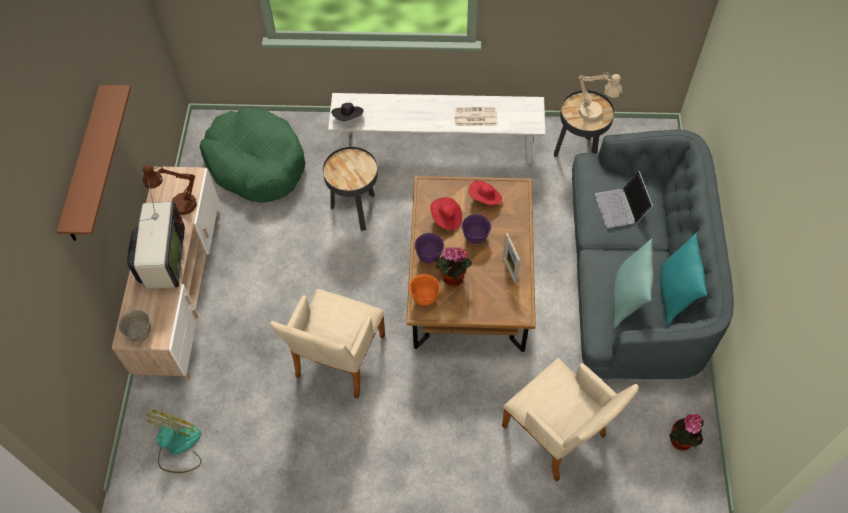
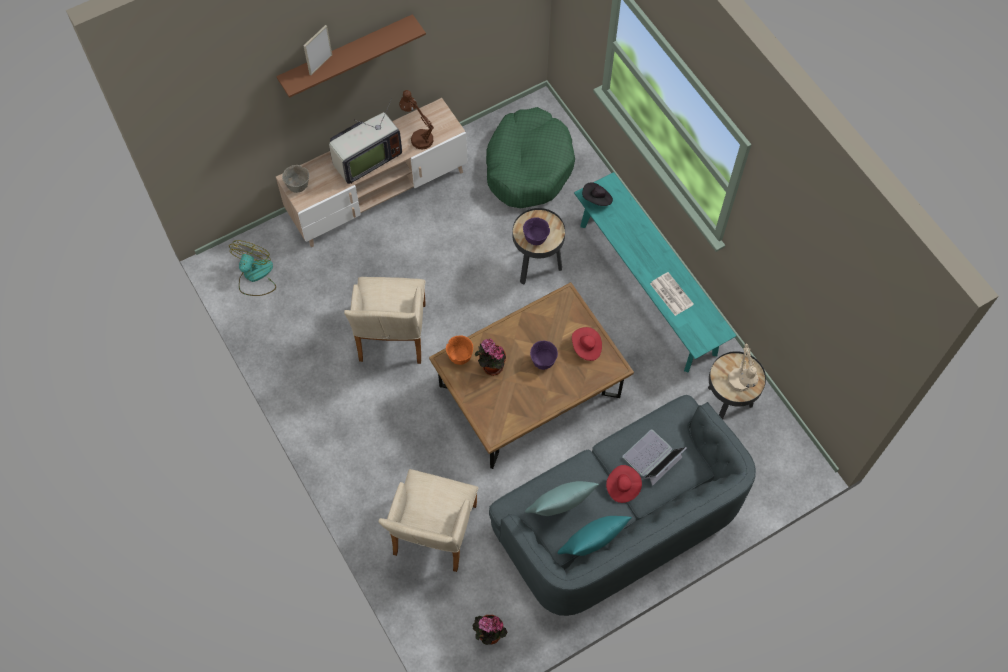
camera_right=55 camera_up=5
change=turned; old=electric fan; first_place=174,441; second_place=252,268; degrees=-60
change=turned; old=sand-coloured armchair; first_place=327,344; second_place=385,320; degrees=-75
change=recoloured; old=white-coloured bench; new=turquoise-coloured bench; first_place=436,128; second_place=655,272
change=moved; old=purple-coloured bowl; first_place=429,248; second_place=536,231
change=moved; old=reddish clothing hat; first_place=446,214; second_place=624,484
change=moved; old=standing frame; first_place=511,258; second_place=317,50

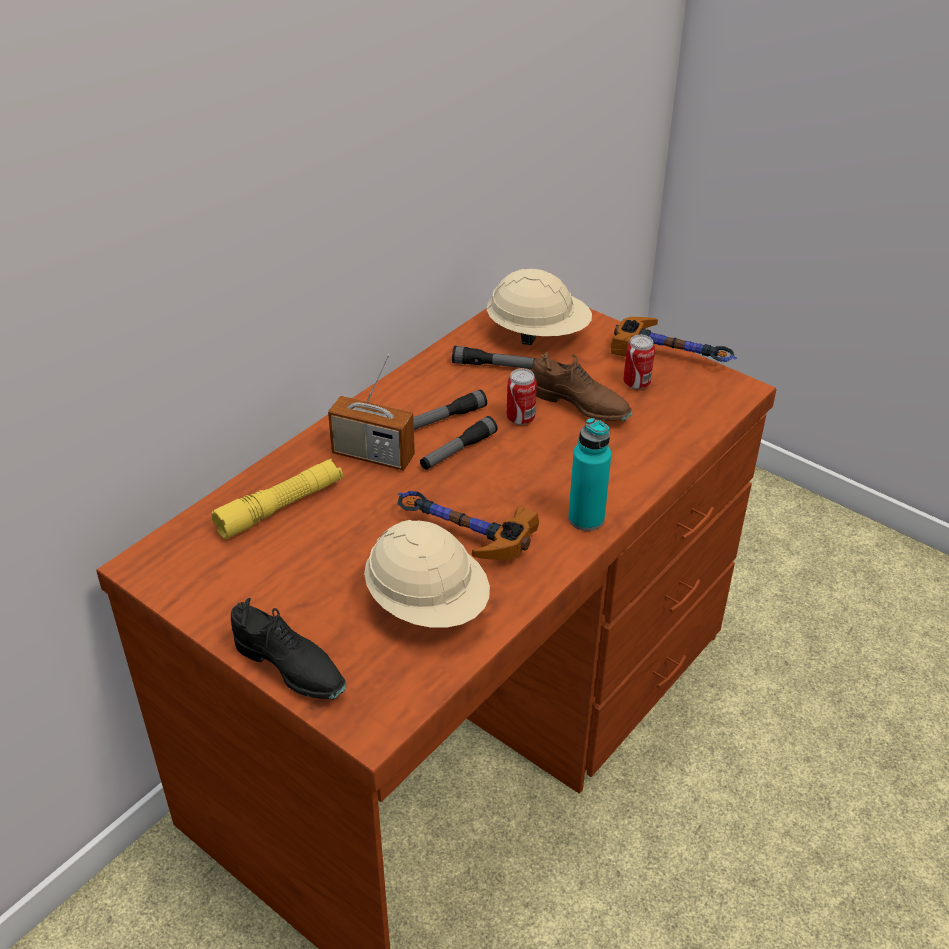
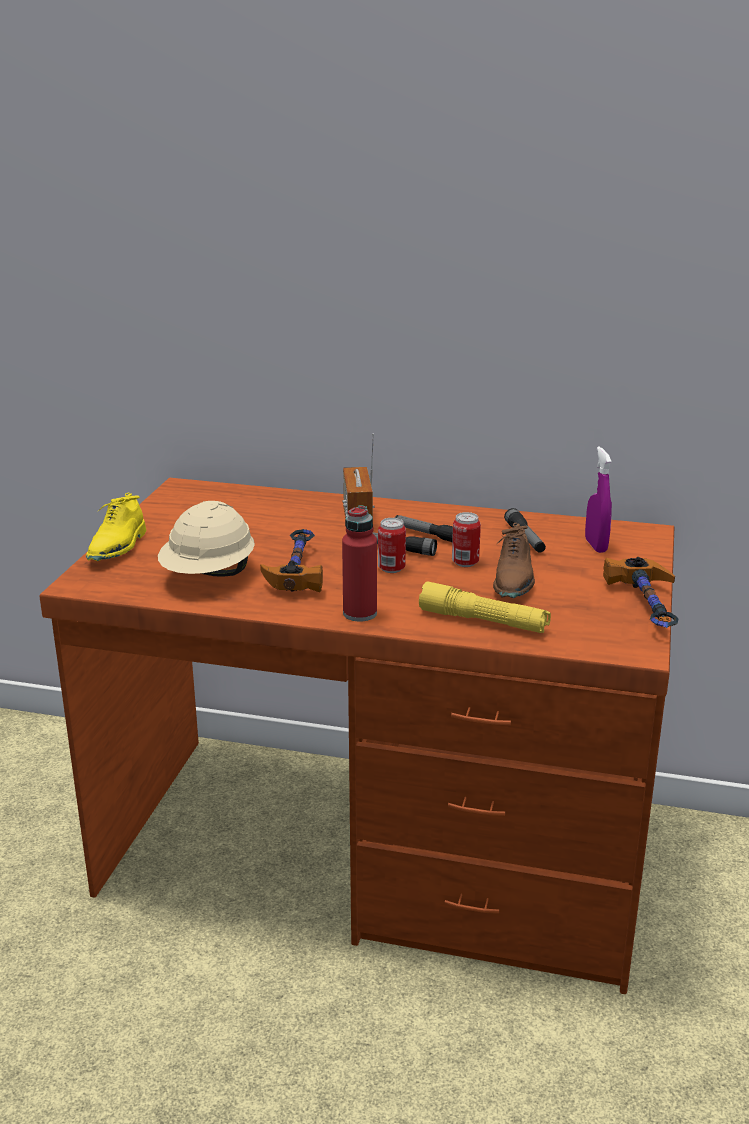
camera_right=65 camera_up=-15
change=moved; old=yellow torch; first_place=277,499; second_place=485,607
change=recoloured; old=black-coloured item of footwear; new=yellow item of footwear; first_place=288,648; second_place=116,527
change=replaced; old=sand-coloured work helmet; new=purple-coloured spray bottle; first_place=539,307; second_place=598,499
change=recoloured; old=turquoise-coloured drink bottle; new=reddish drink bottle; first_place=589,474; second_place=359,563
change=moved; old=can; first_place=639,362; second_place=392,545

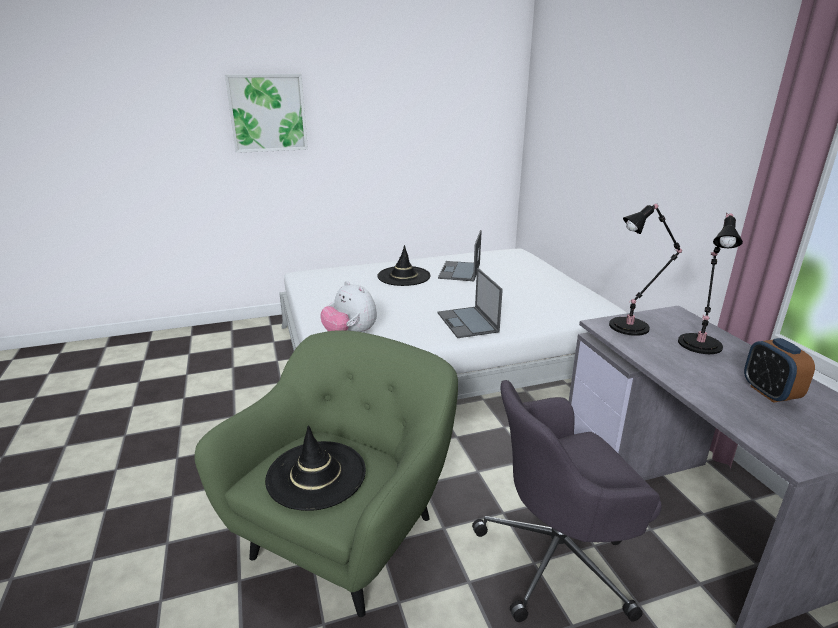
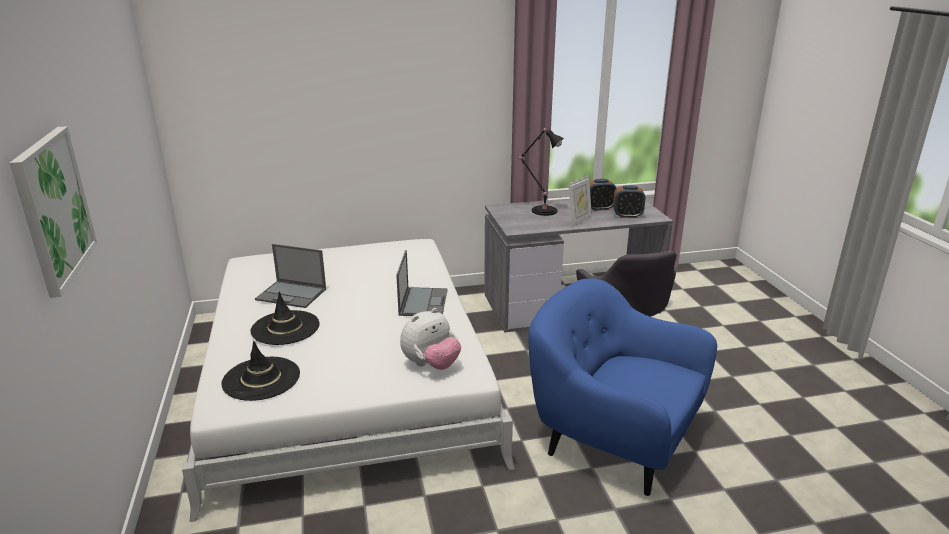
camera_right=-85 camera_up=0
change=recoloured; old=green-coloured armchair; new=blue armchair; first_place=326,473; second_place=622,387
change=moved; old=black-coloured clothing hat; first_place=315,468; second_place=261,371
change=turned; old=portable computer; first_place=470,303; second_place=422,283; degrees=-75
change=removed; old=black-coloured tabletop lamp; first_place=645,269
change=added; new=standing frame; second_place=580,201
change=added; new=table clock; second_place=629,201

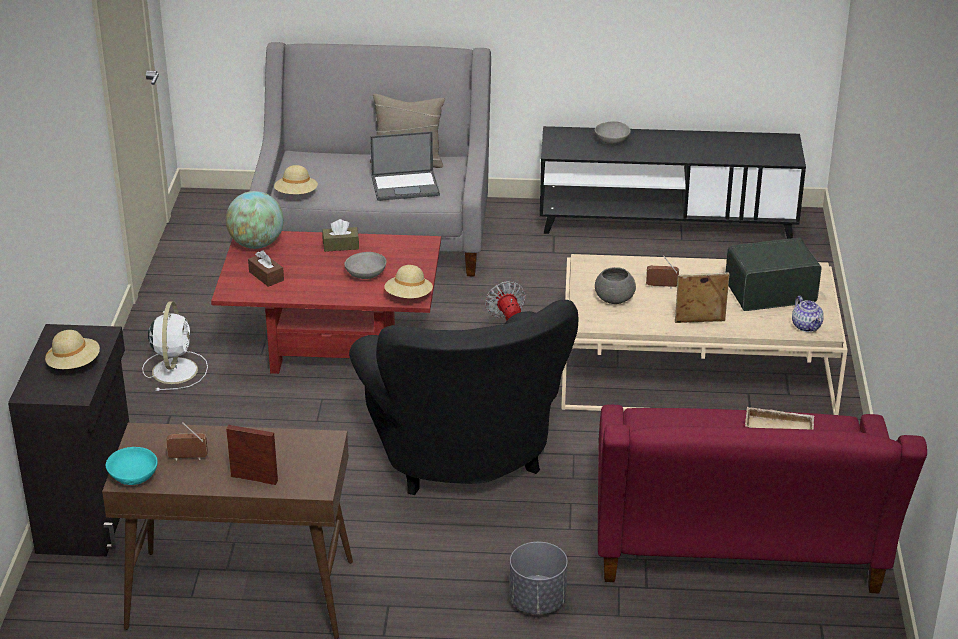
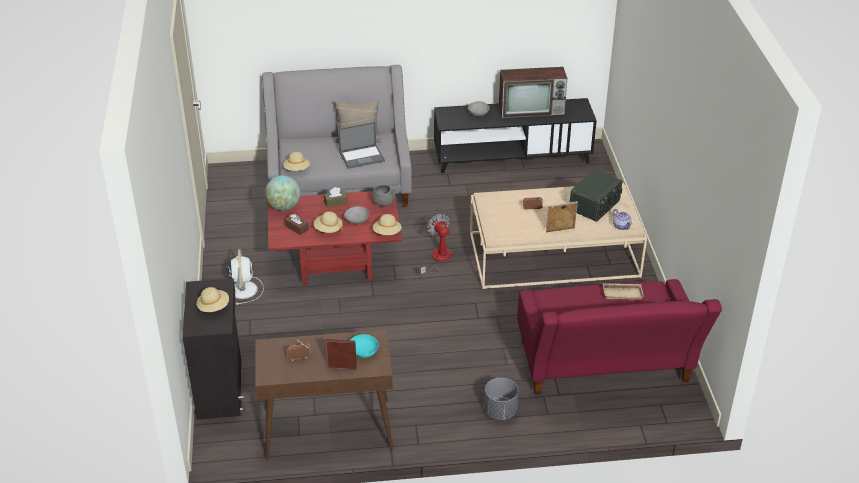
camera_right=-10 camera_up=5
change=moved; old=turquoise-coloured bowl; first_place=132,466; second_place=365,346
change=removed; old=black-coloured armchair; first_place=464,397
change=moved; old=grey bowl; first_place=615,285; second_place=383,196
change=turned; old=radio; first_place=774,274; second_place=596,195; degrees=150
change=added; new=sand-coloured clothing hat; second_place=328,222
change=added; new=television; second_place=533,92

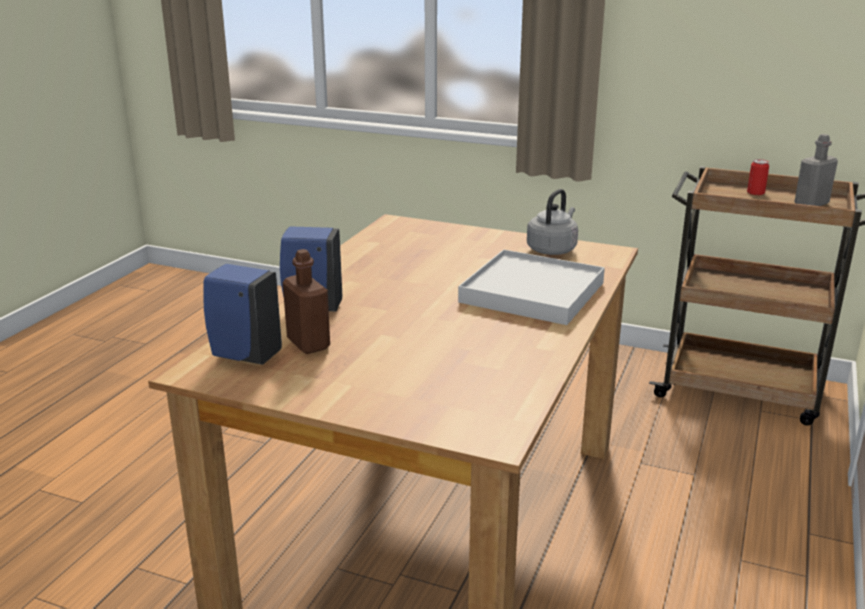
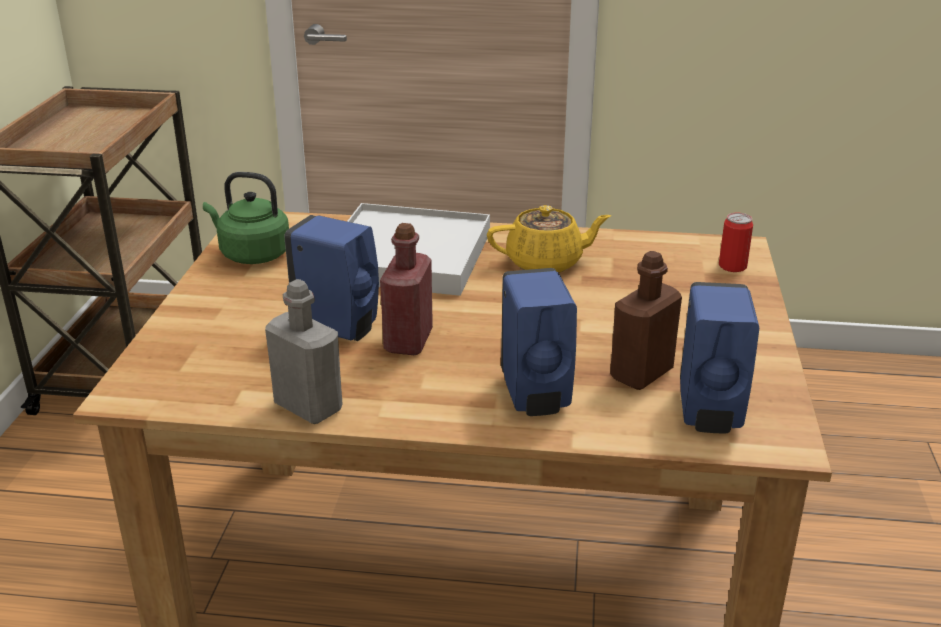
camera_right=-105 camera_up=5
change=recoloured; old=grey water kettle; new=green-coloured water kettle; first_place=552,222; second_place=246,218
change=moved; old=can; first_place=758,177; second_place=736,242
change=moved; old=grey drink bottle; first_place=816,170; second_place=303,351
change=added; new=blue liquid soap bottle; second_place=331,278
change=added; new=reddish drink bottle; second_place=406,289
change=added; new=yellow pot for tea; second_place=549,239

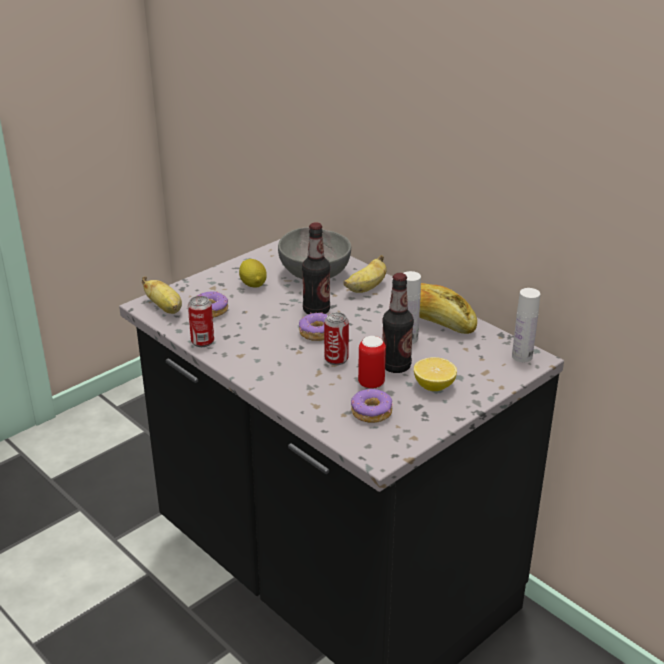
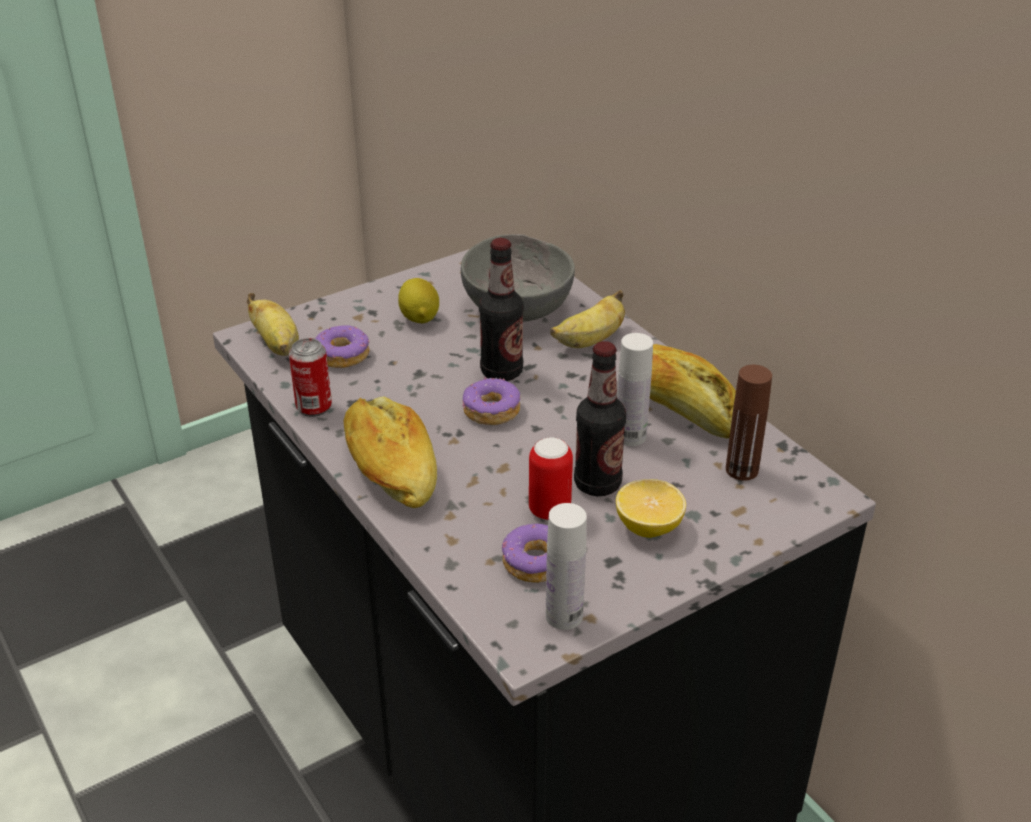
camera_right=10 camera_up=5
change=removed; old=can; first_place=336,338
change=moved; old=white-coloured drink bottle; first_place=526,325; second_place=566,566
change=added; new=bread; second_place=390,452
change=added; new=brown drink bottle; second_place=749,423

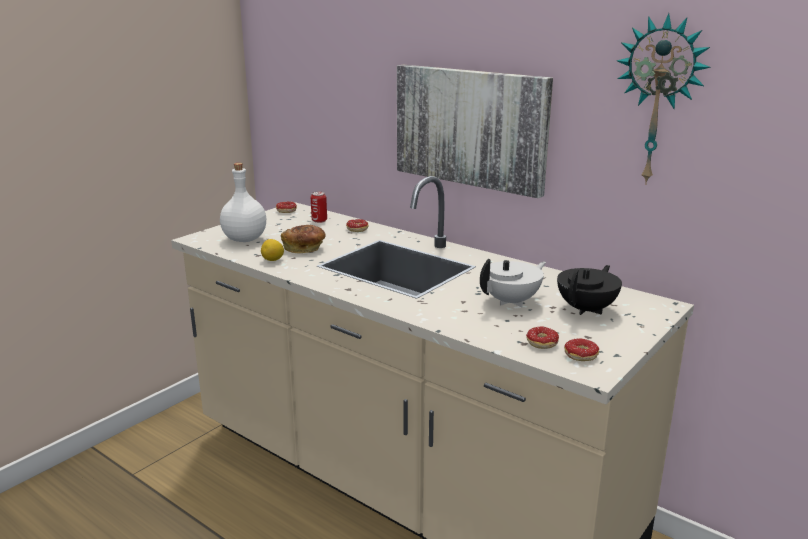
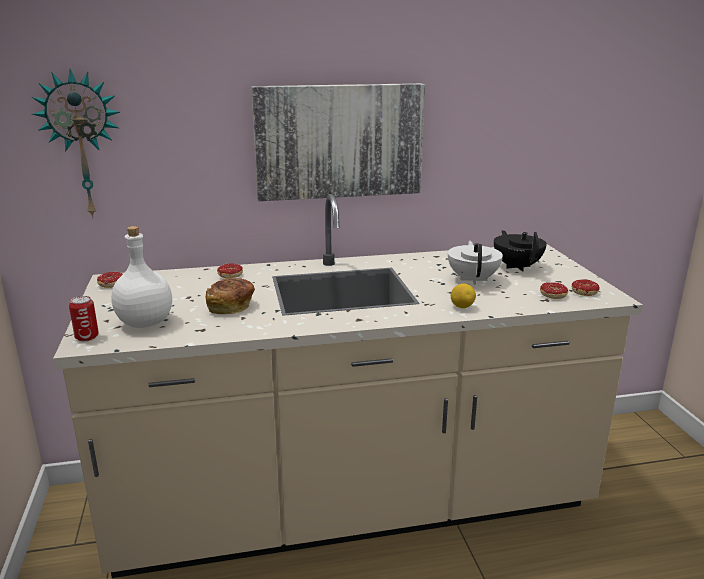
camera_right=-50 camera_up=0
change=moved; old=whole lemon; first_place=272,250; second_place=463,296
change=moved; old=can; first_place=319,207; second_place=84,318
change=moved; old=wall clock; first_place=664,99; second_place=76,144

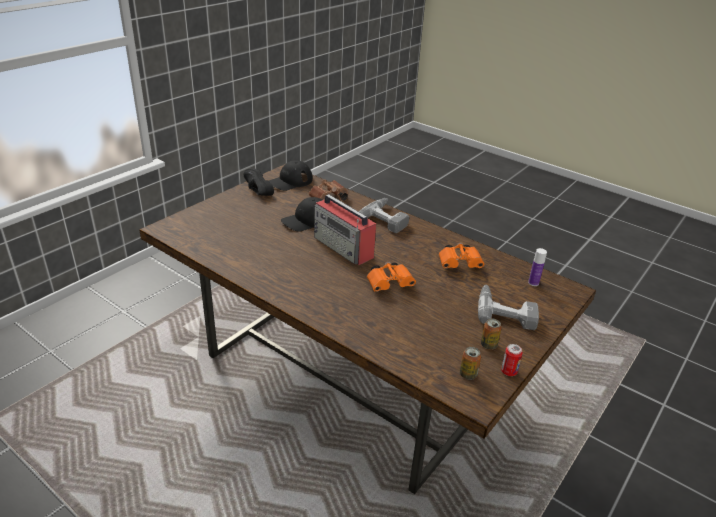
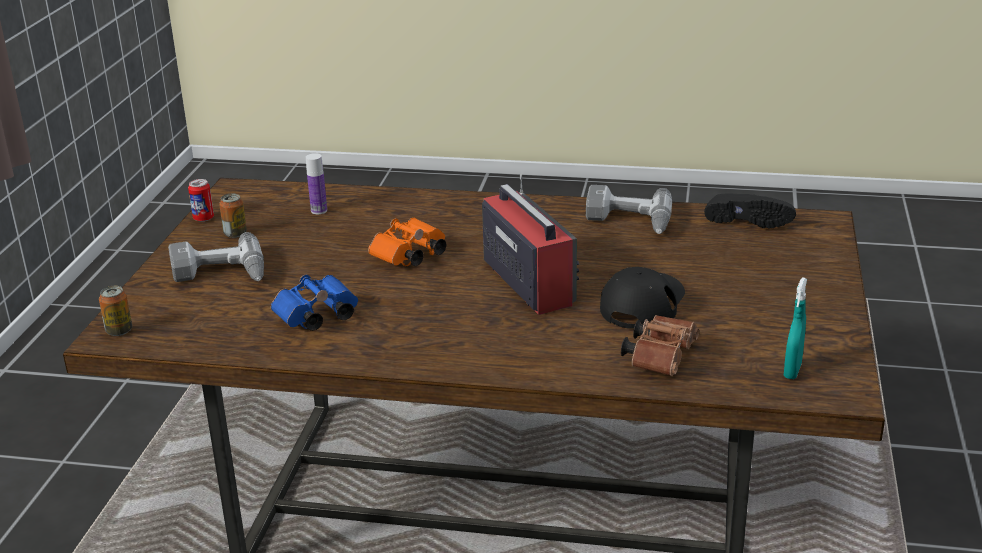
camera_right=155 camera_up=-5
change=moved; old=black-coloured item of footwear; first_place=258,182; second_place=750,211
change=replaced; old=black-coloured cap; new=turquoise-coloured spray bottle; first_place=291,175; second_place=795,328
change=turned; old=radio; first_place=345,229; second_place=530,244; degrees=45
change=moved; old=power drill; first_place=384,215; second_place=629,209
change=recoloured; old=orange binoculars; new=blue binoculars; first_place=462,255; second_place=314,303
change=moved; old=can; first_place=470,363; second_place=115,311
change=moved; old=drink bottle; first_place=537,267; second_place=316,183

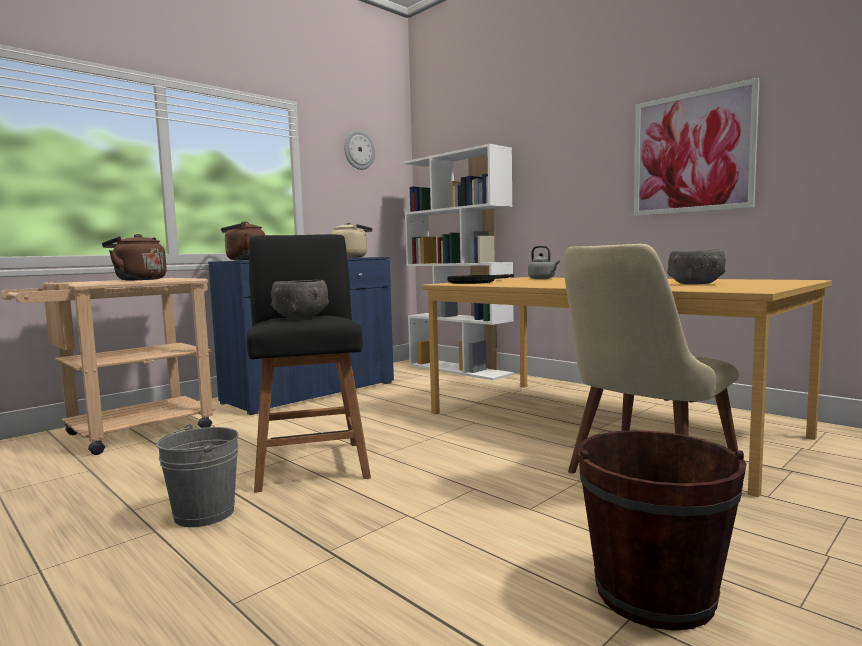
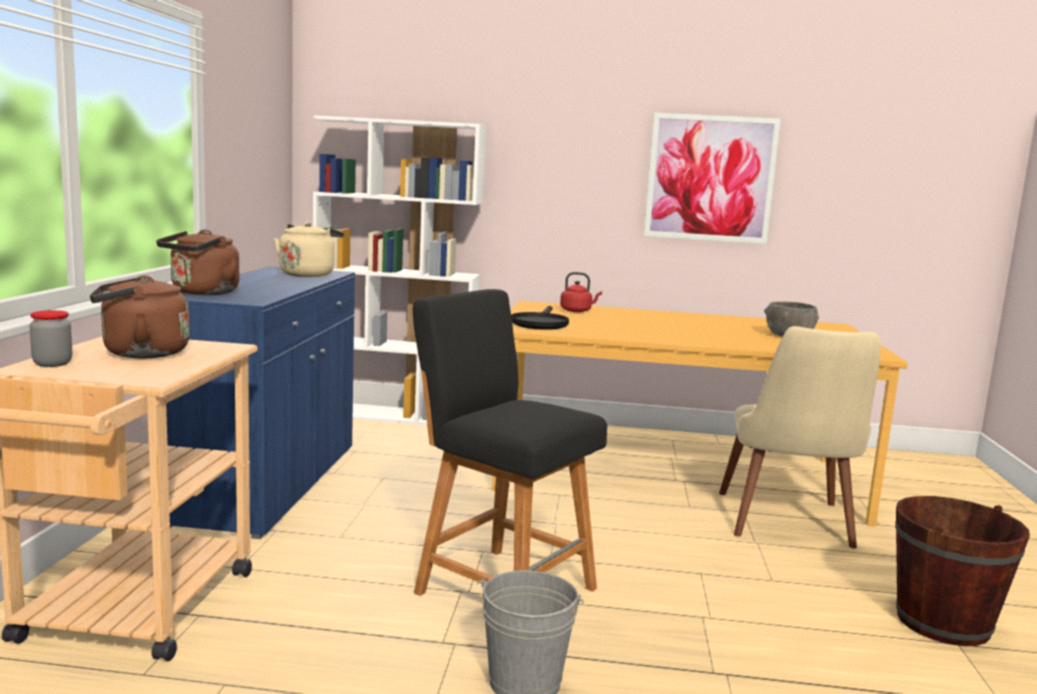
camera_right=-40 camera_up=5
change=removed; old=grey bowl; first_place=300,299
change=removed; old=wall clock; first_place=359,150
change=recoloured; old=grey water kettle; new=reddish water kettle; first_place=544,262; second_place=581,292
change=added; new=storage jar; second_place=51,338

